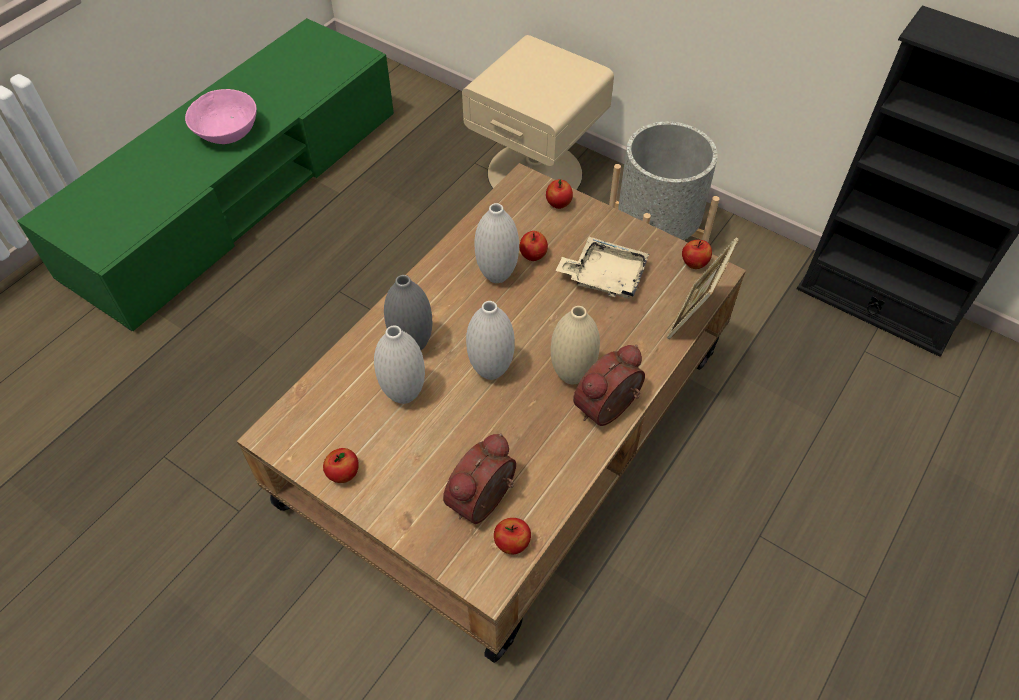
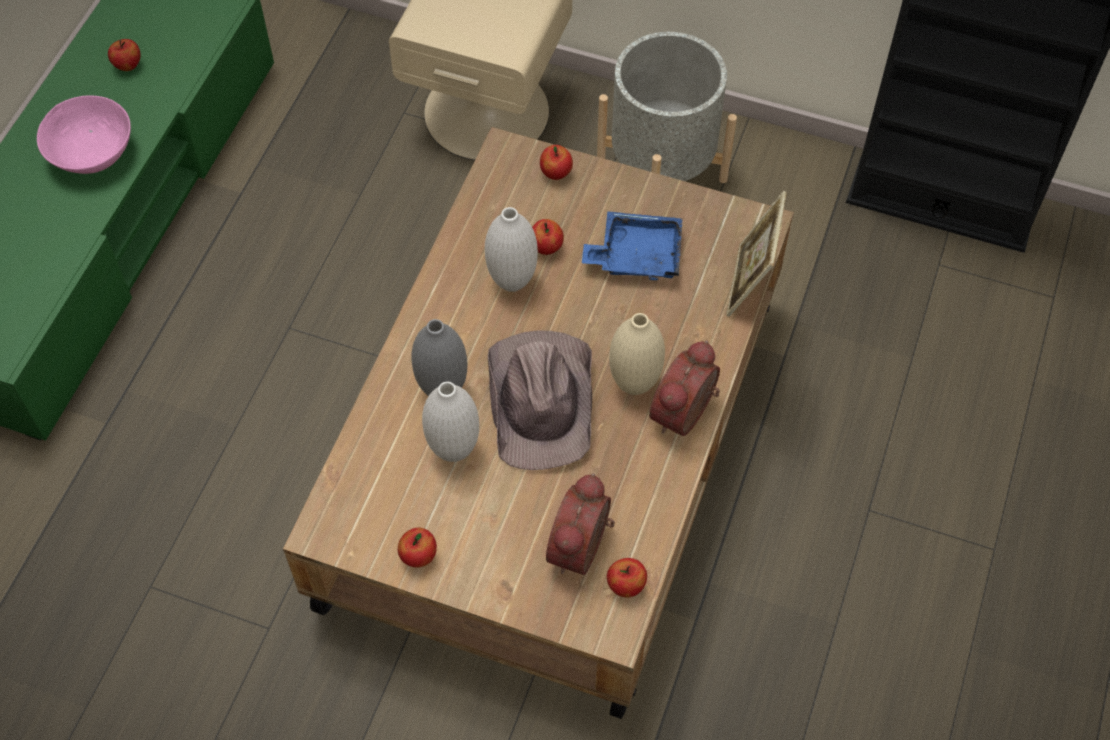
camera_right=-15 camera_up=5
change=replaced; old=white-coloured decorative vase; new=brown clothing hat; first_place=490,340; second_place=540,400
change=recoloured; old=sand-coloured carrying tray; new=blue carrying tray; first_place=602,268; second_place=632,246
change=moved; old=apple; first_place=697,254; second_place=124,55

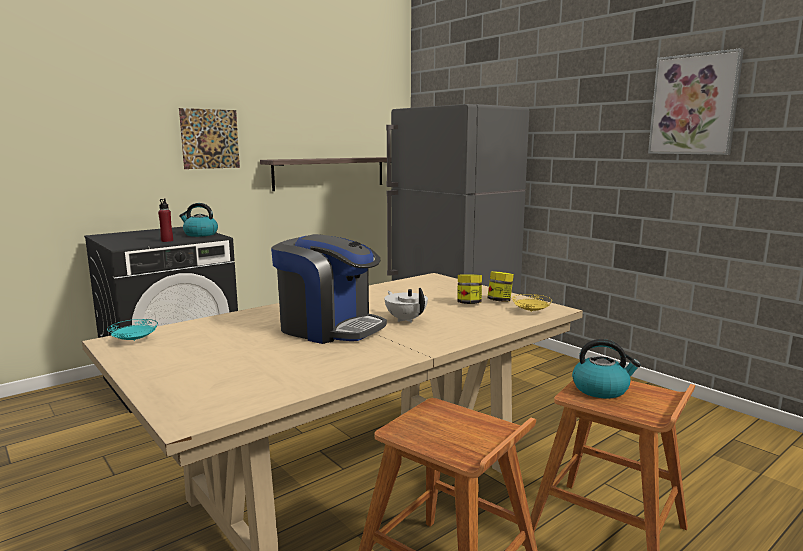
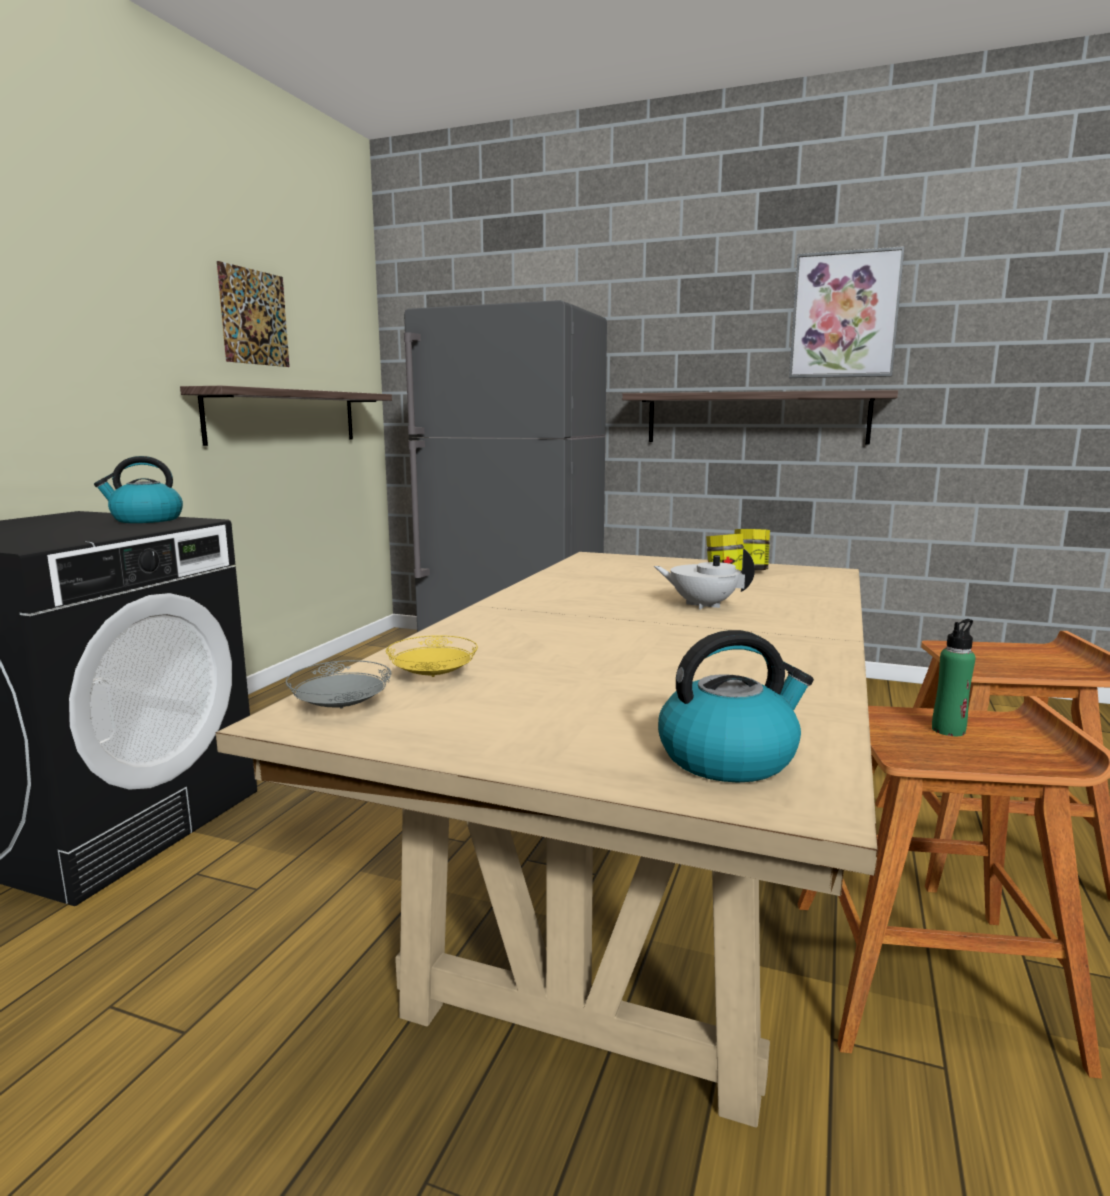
camera_right=-30 camera_up=0
change=recoloured; old=turquoise-coloured plate; new=grey plate; first_place=132,330; second_place=338,684
change=removed; old=reddish drink bottle; first_place=165,220
change=moved; old=wall picture; first_place=209,138; second_place=253,314
change=removed; old=coffee maker; first_place=329,289
change=moved; old=yellow plate; first_place=532,303; second_place=432,656
change=moved; old=water kettle; first_place=606,369; second_place=736,706
change=added; new=bracket shelf; second_place=760,417
change=added; new=green-coloured drink bottle; second_place=954,677

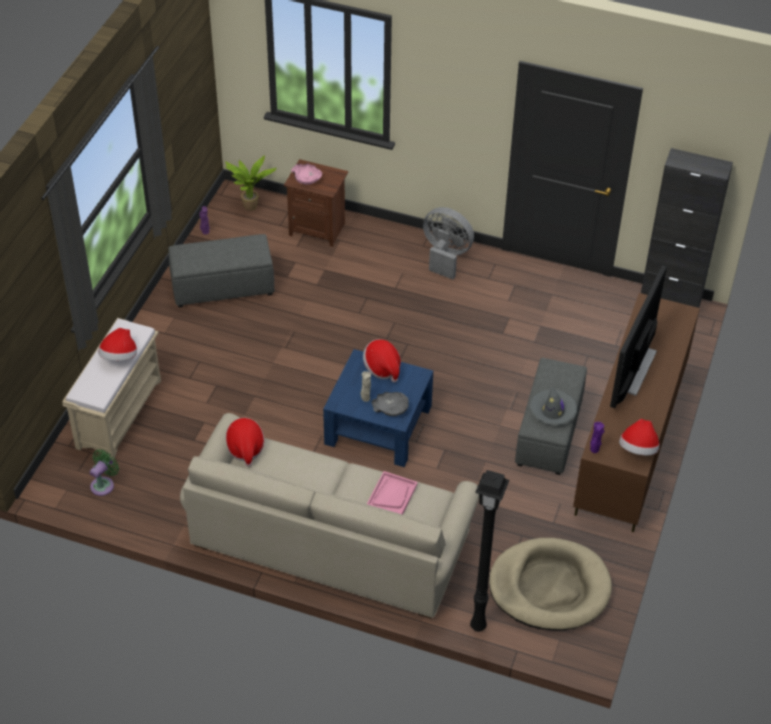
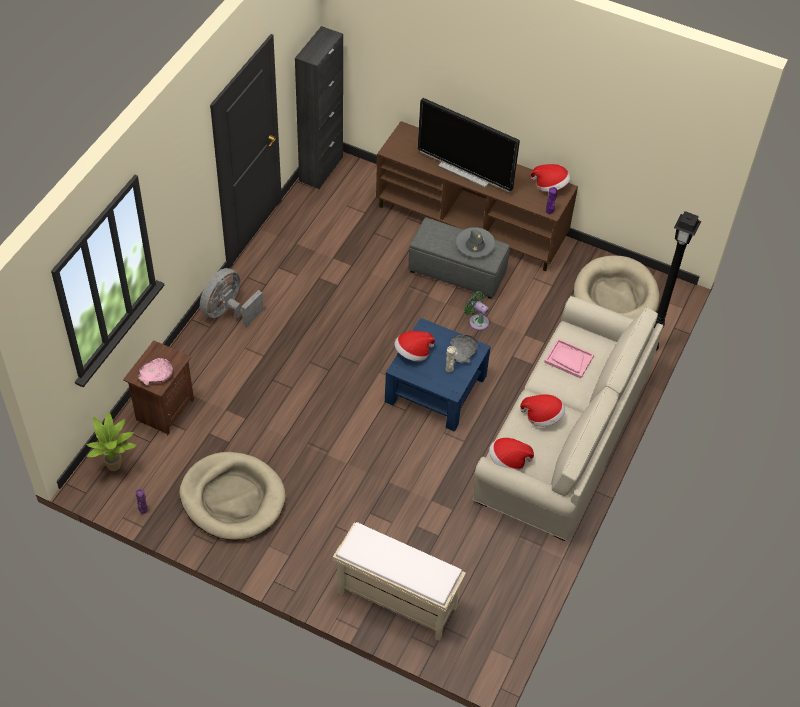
camera_right=-85 camera_up=5
change=moved; old=green-coloured electric fan; first_place=104,472; second_place=476,311
change=moved; old=clothing hat; first_place=117,344; second_place=542,410
change=replaced; old=grey ottoman; new=sand-coloured dog bed; first_place=221,271; second_place=232,496

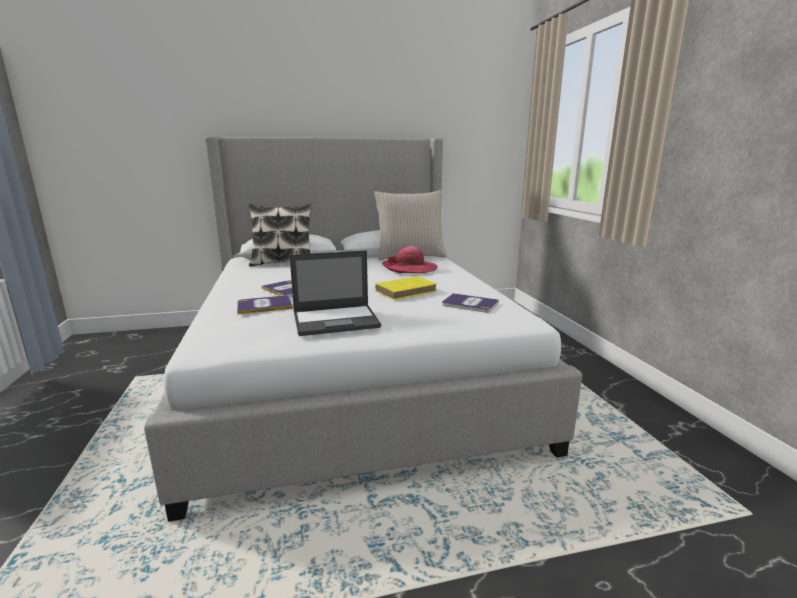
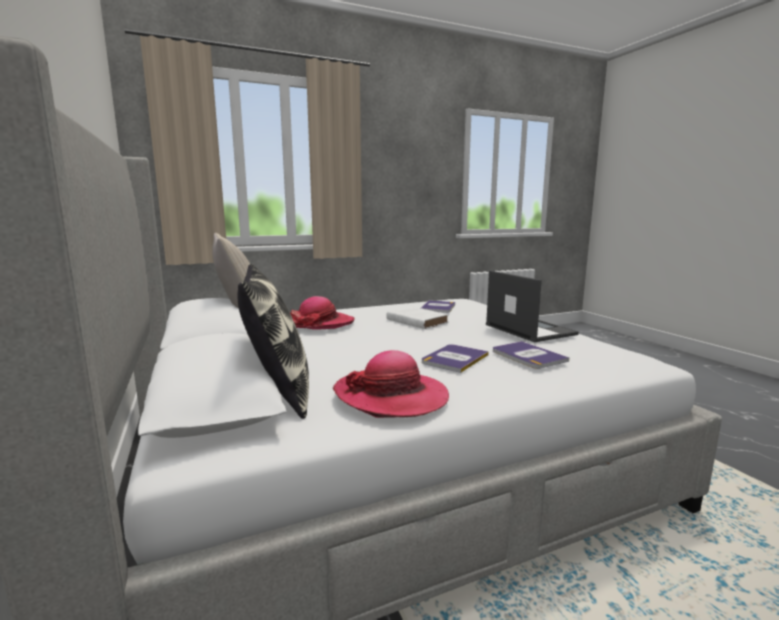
camera_right=-100 camera_up=-5
change=recoloured; old=yellow book; new=white-coloured book; first_place=406,288; second_place=417,317
change=added; new=clothing hat; second_place=391,384

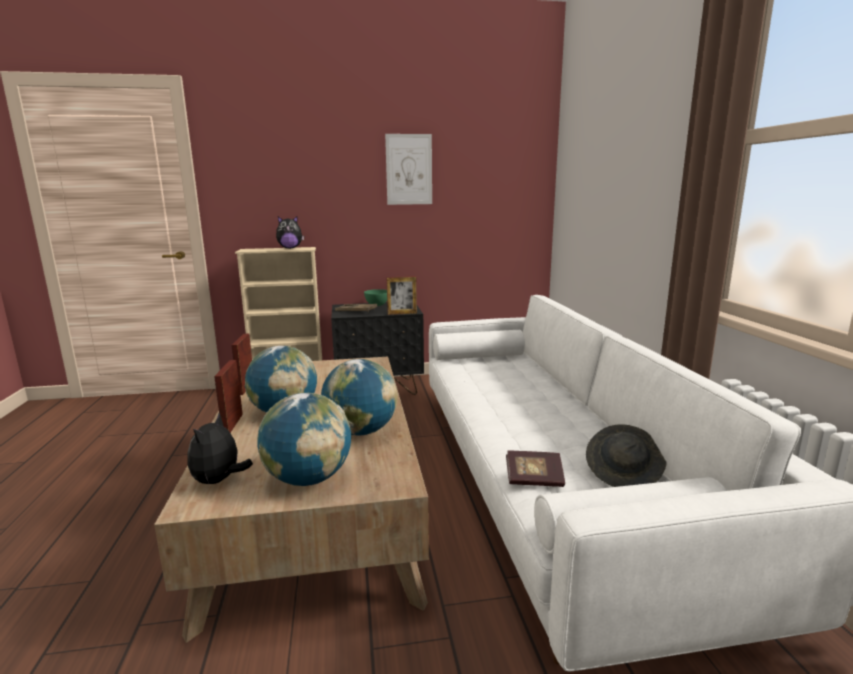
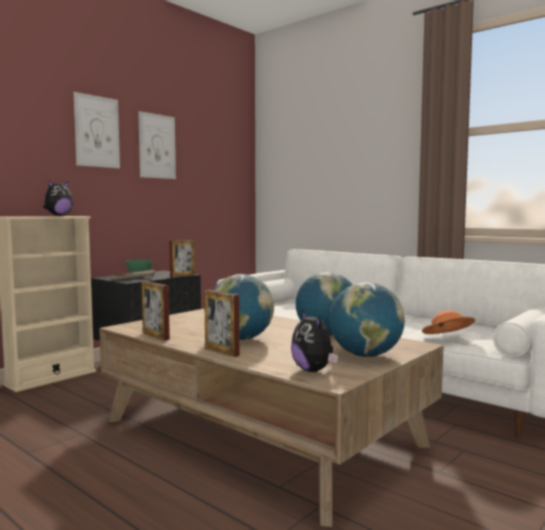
camera_right=-40 camera_up=-10
change=replaced; old=book; new=orange clothing hat; first_place=535,469; second_place=448,322
change=removed; old=grey clothing hat; first_place=626,455
change=added; new=wall picture; second_place=97,130

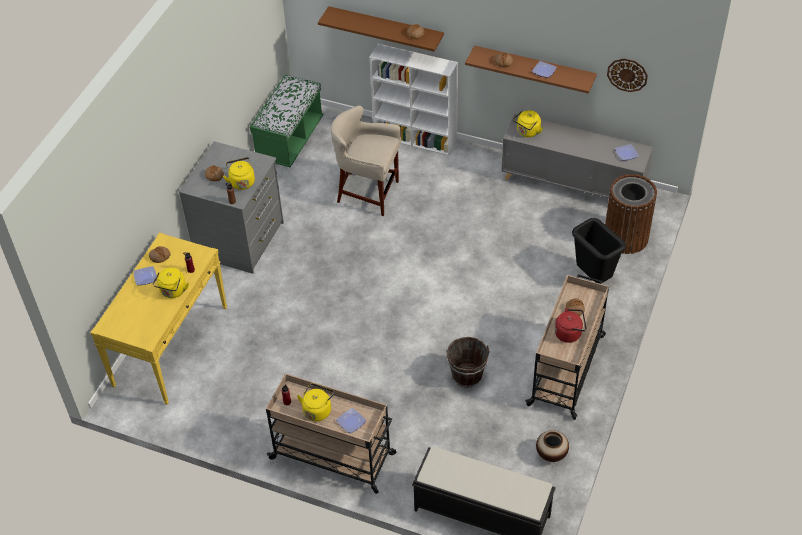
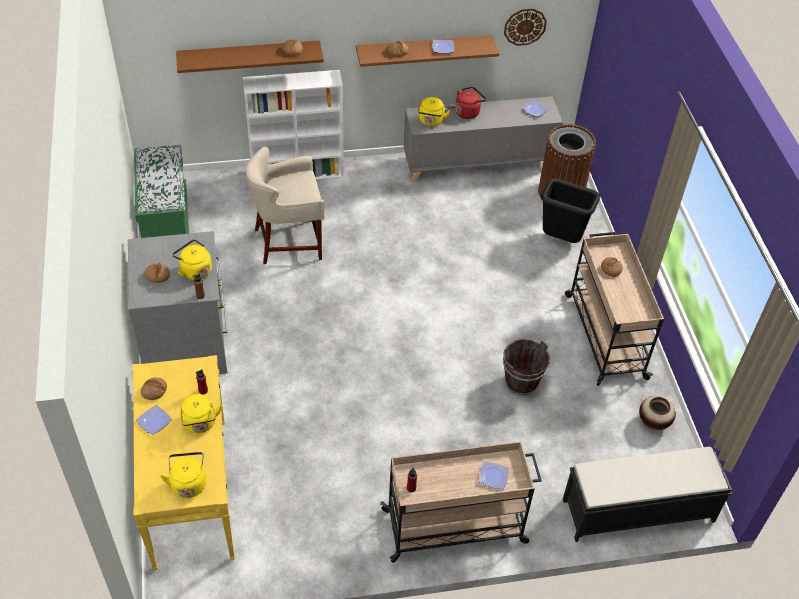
camera_right=-35 camera_up=0
change=moved; old=yellow water kettle; first_place=315,402; second_place=183,475
change=moved; old=reddish water kettle; first_place=570,325; second_place=470,103

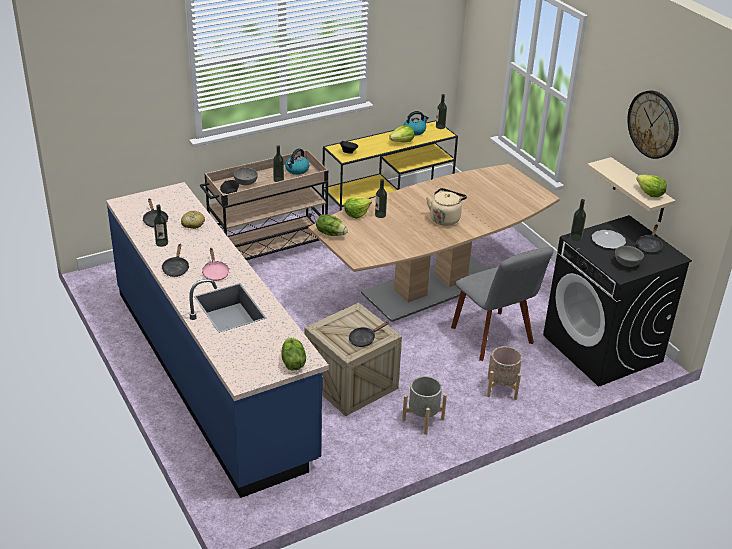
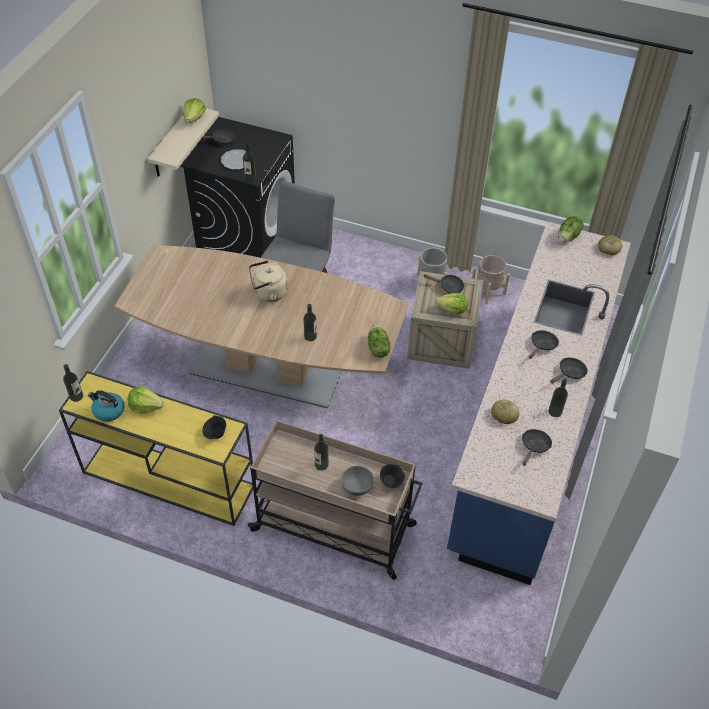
camera_right=-130 camera_up=15
change=recoloured; old=pinkish pan; new=black-coloured pan; first_place=216,264; second_place=544,344
change=removed; old=water kettle; first_place=297,161
change=moved; old=lettuce; first_place=358,208; second_place=451,304
change=moved; old=sand-coloured flower pot; first_place=504,373; second_place=491,279
change=removed; old=grey bowl; first_place=629,256
change=removed; old=wall clock; first_place=653,124
change=added; new=bread; second_place=610,245

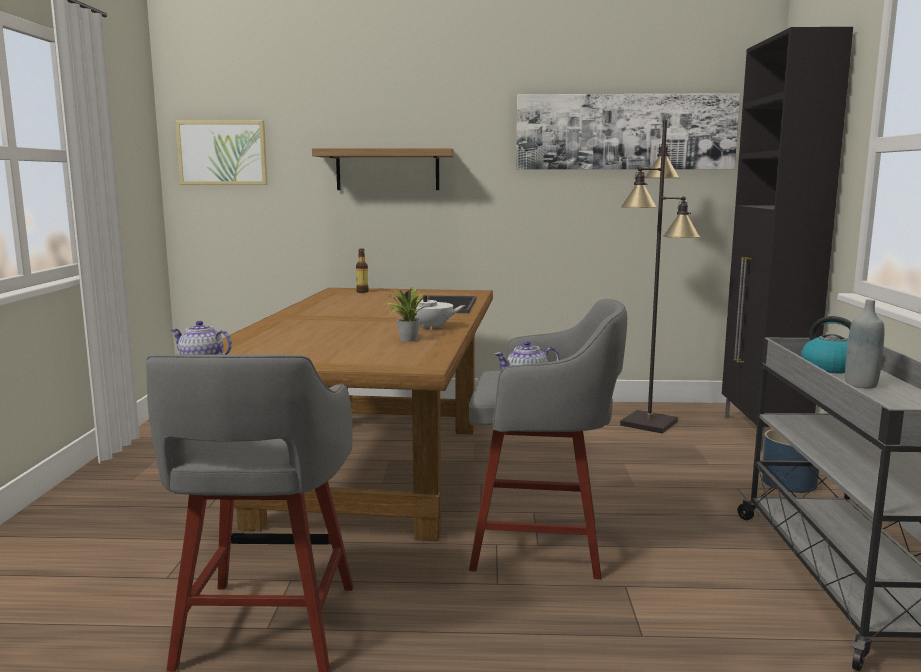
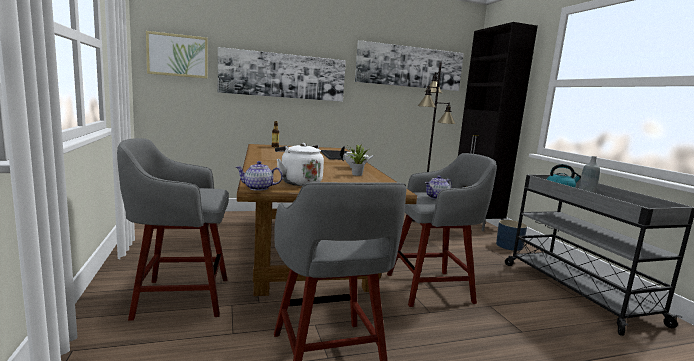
camera_right=-20 camera_up=0
change=replaced; old=bracket shelf; new=wall picture; first_place=383,169; second_place=282,74
change=added; new=grey sitting stool; second_place=173,229
change=added; new=white-coloured water kettle; second_place=299,164

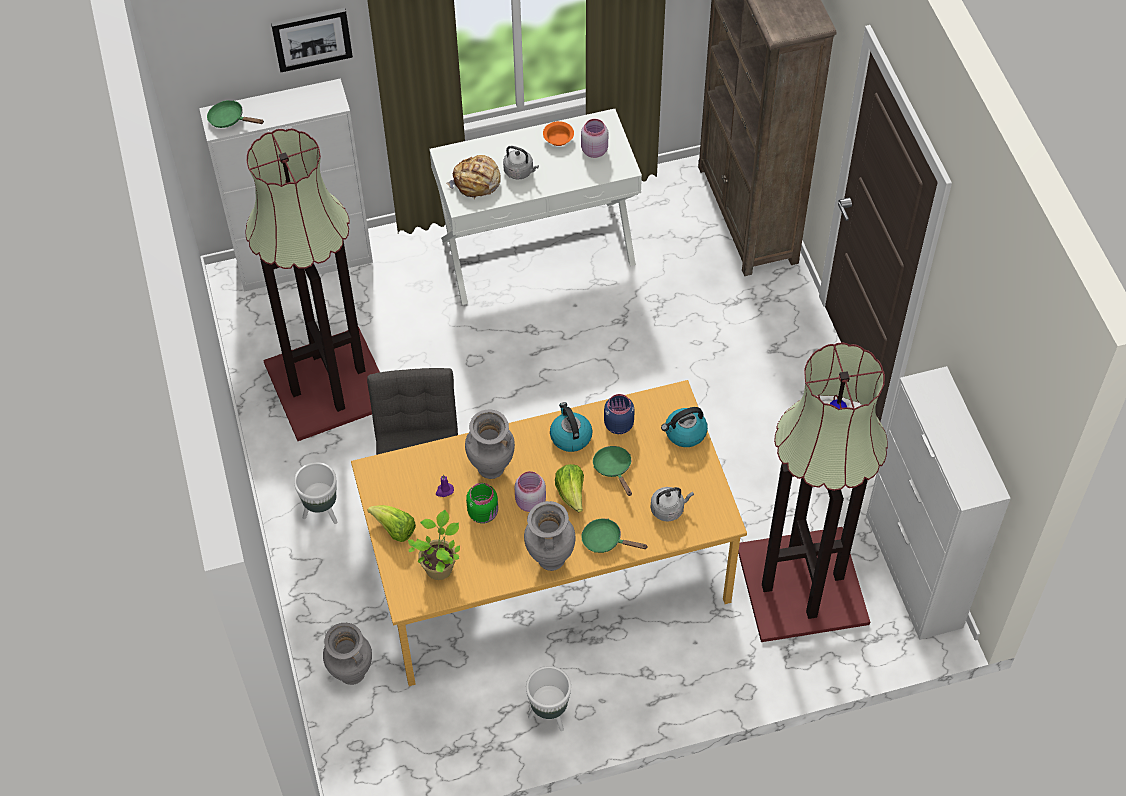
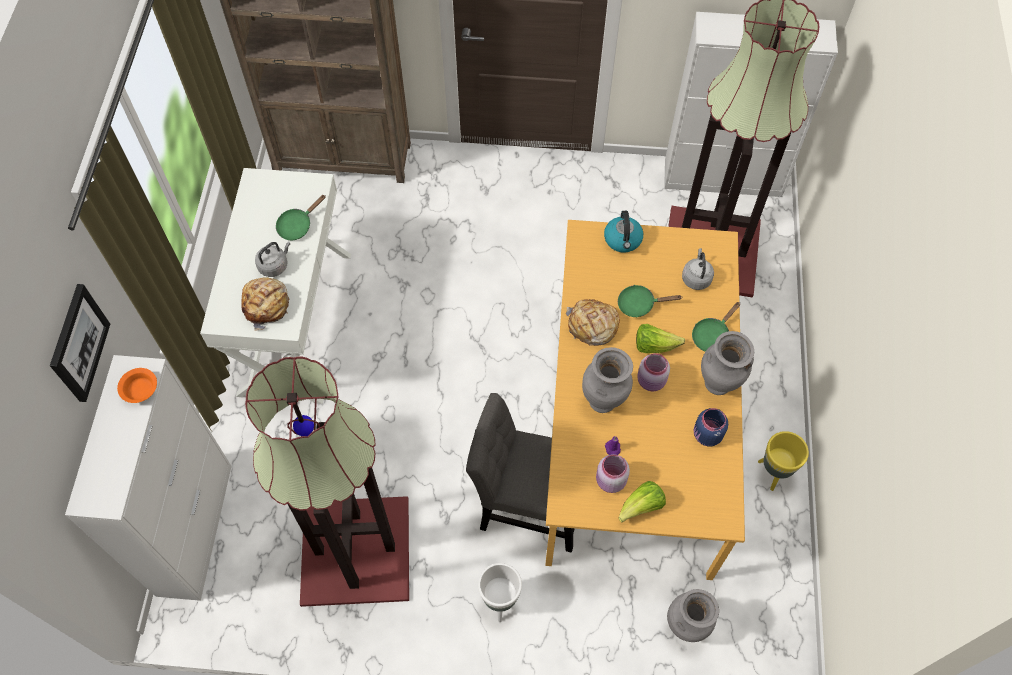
camera_right=-70 camera_up=5
change=moved; old=green-coloured pan; first_place=235,114; second_place=301,217
change=removed; old=potted plant; first_place=434,545
change=removed; old=green-coloured storage jar; first_place=482,503
change=recoloured; old=white-coloured flower pot; new=yellow flower pot; first_place=548,698; second_place=783,461
change=moved; old=orange bowl; first_place=558,133; second_place=137,385
change=replaced; old=water kettle; new=bread; first_place=571,427; second_place=593,322
change=moved; old=pinkish storage jar; first_place=594,138; second_place=613,473
change=moved; old=blue storage jar; first_place=619,414; second_place=711,427

